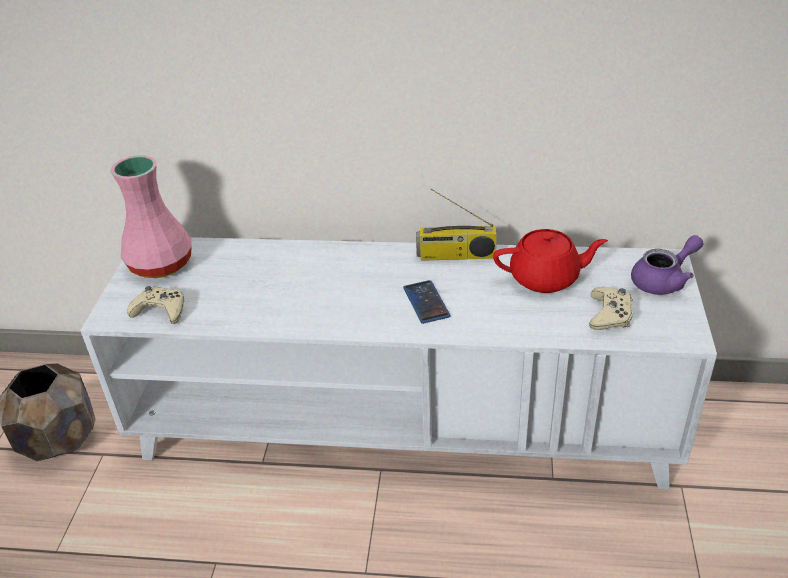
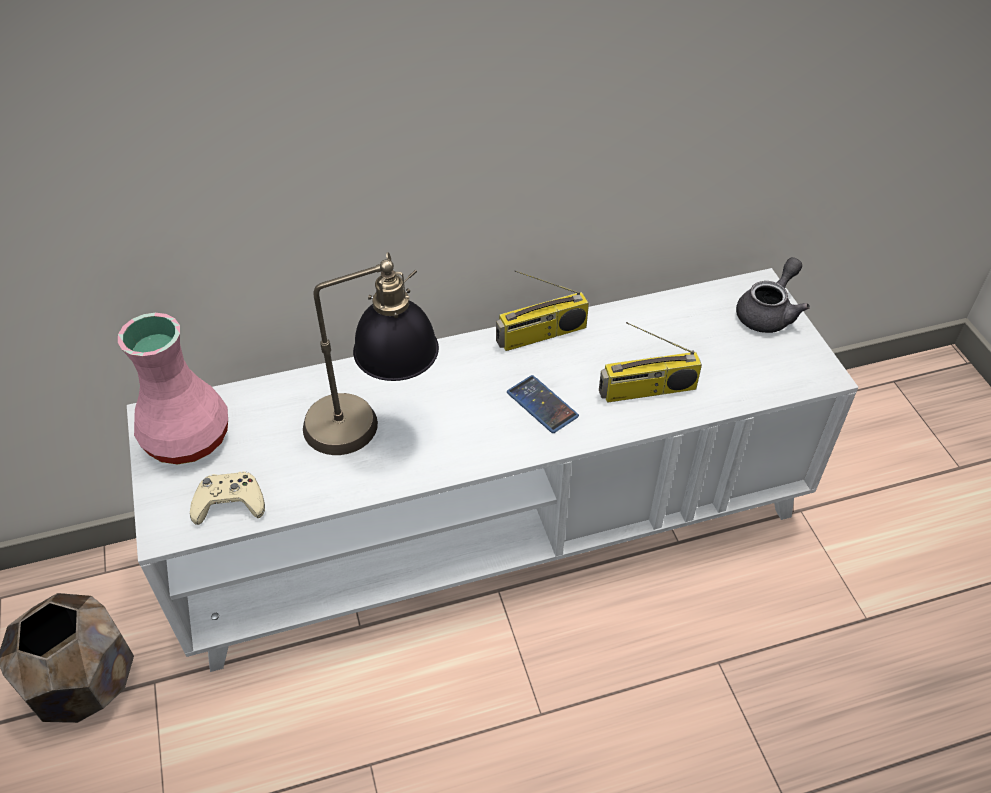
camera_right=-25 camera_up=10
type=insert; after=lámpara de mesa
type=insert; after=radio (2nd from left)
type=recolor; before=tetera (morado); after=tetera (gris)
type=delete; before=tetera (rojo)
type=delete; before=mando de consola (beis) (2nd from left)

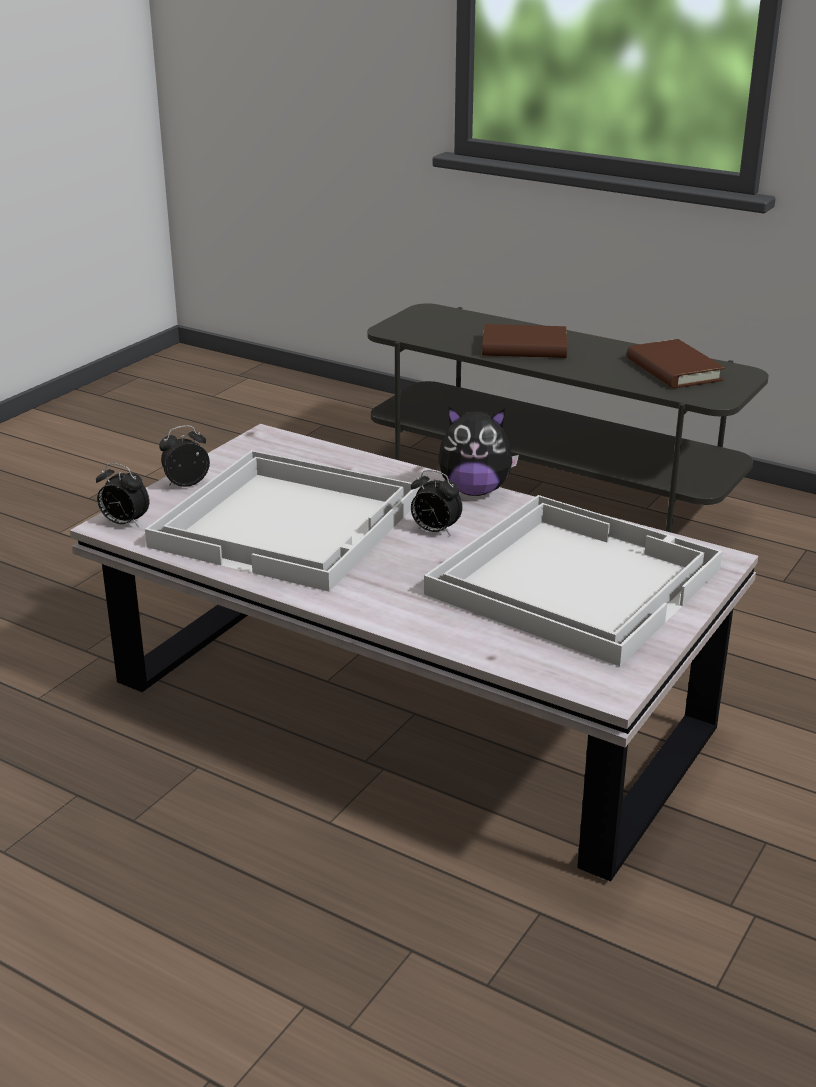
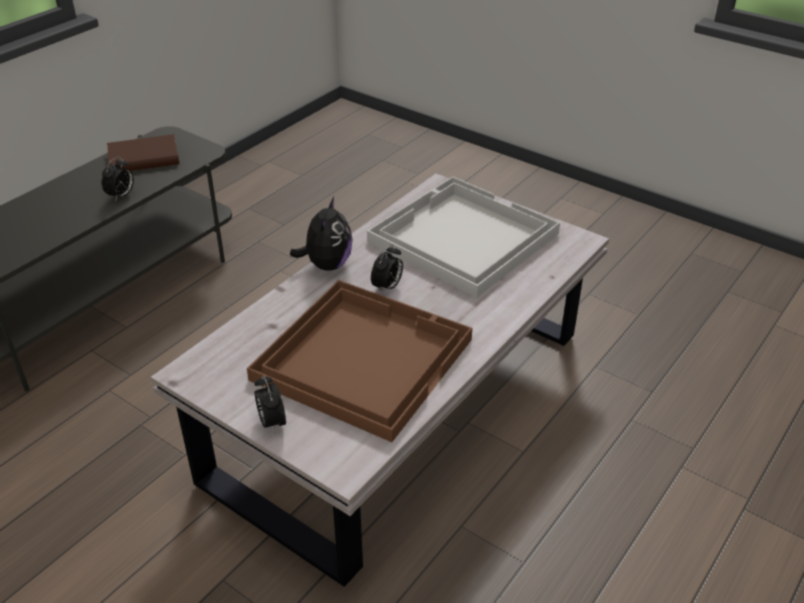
camera_right=-85 camera_up=10
type=move; before=despertador (1st from left)
type=recolor; before=bandeja (blanco) (1st from left); after=bandeja (marrón)
type=delete; before=libro (marrón) (1st from left)

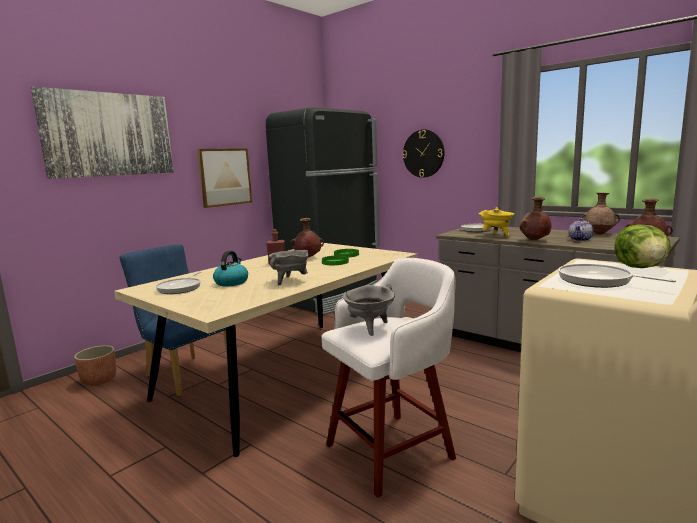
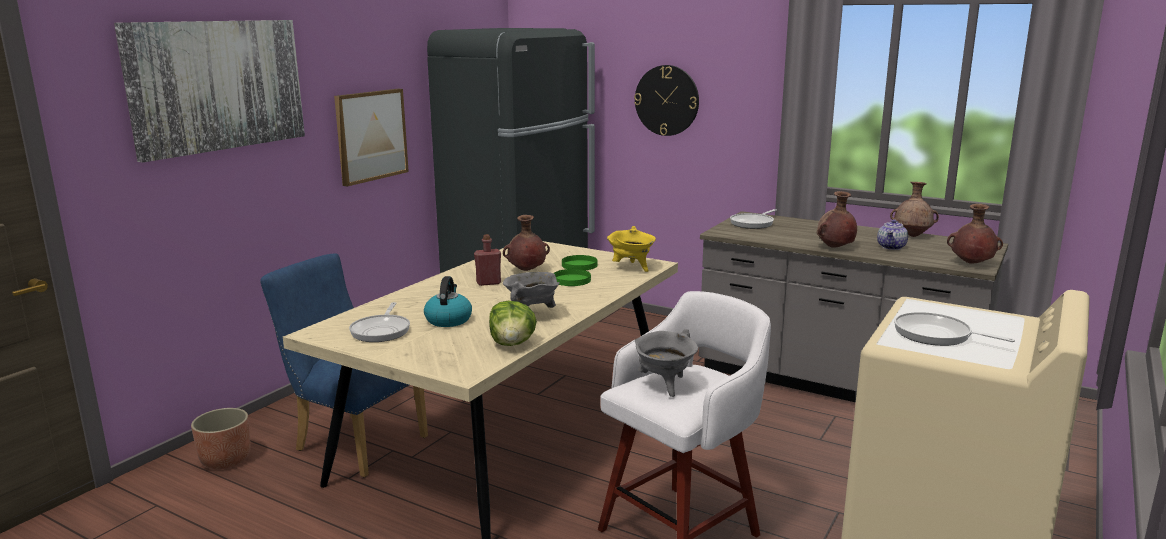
camera_right=-10 camera_up=5
type=move; before=lechuga
type=move; before=olla (amarillo)

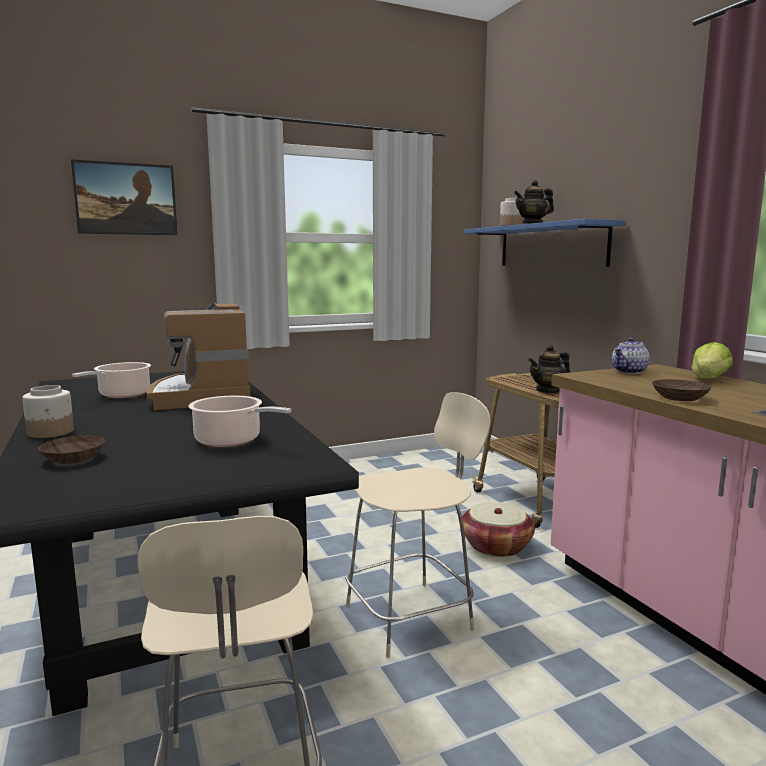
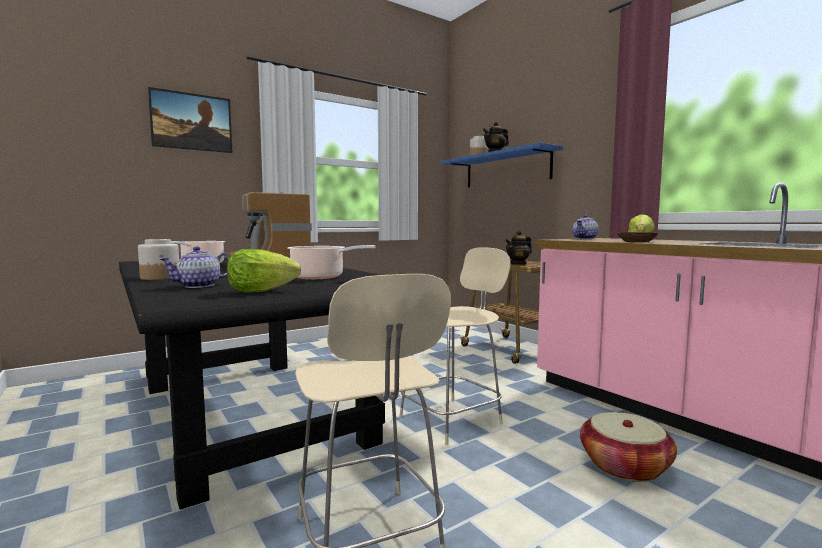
camera_right=-10 camera_up=-5
type=replace; before=cuenco (marrón) (1st from left); after=tetera (1st from left)
type=insert; after=lechuga (1st from left)
type=move; before=cesta

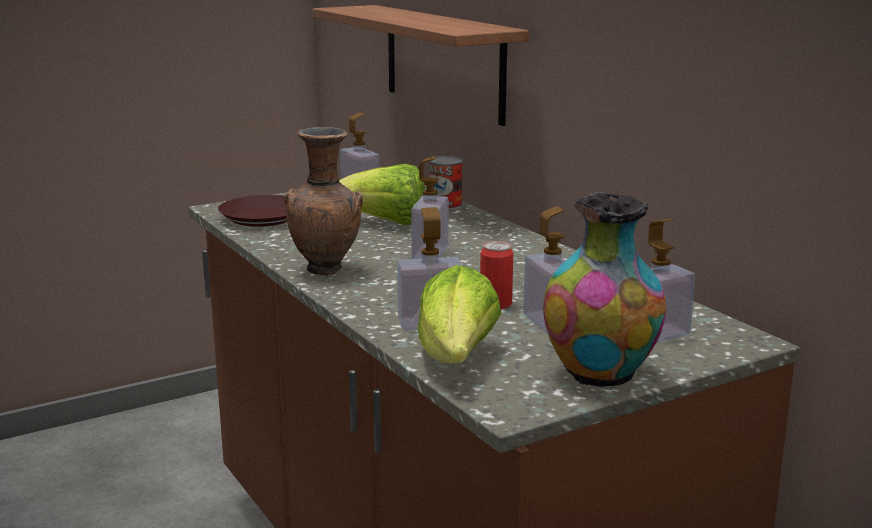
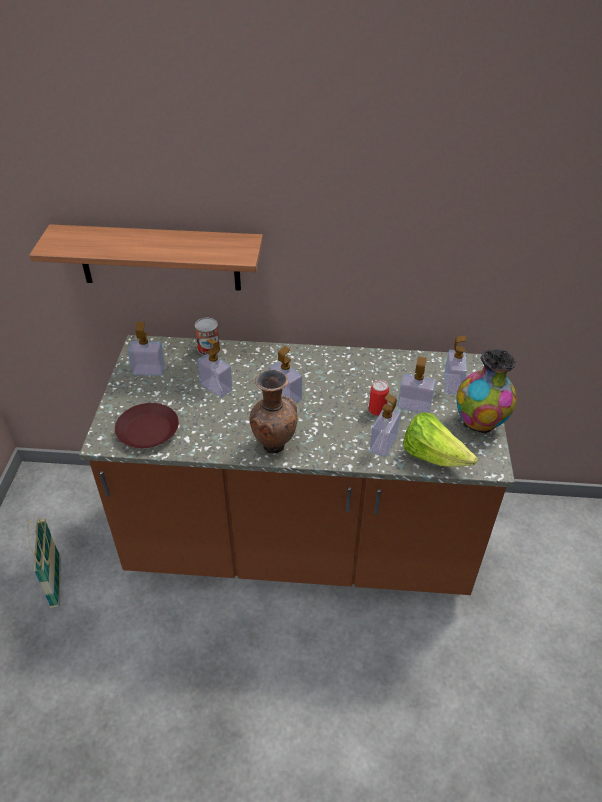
camera_right=-55 camera_up=25
type=insert; after=cesta
type=replace; before=lechuga (1st from left); after=dispensador de jabón (2nd from left)

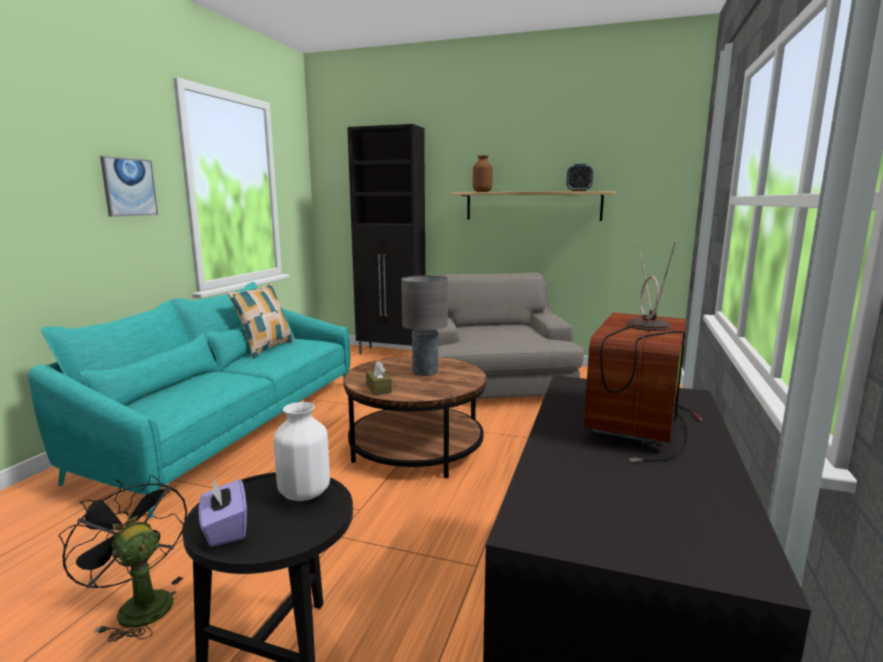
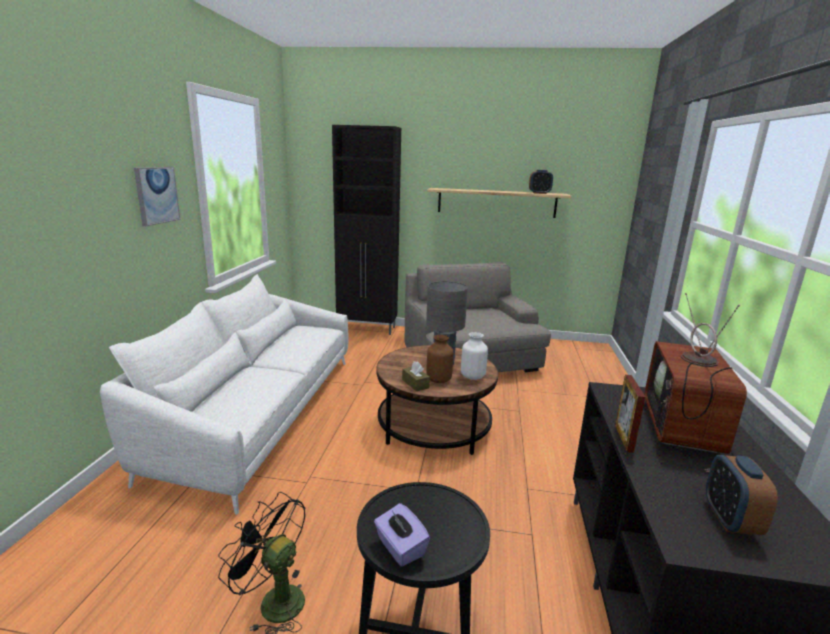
camera_right=-10 camera_up=5
type=recolor; before=sofá (turquesa); after=sofá (blanco)
type=move; before=florero (marrón)
type=move; before=florero (blanco)
type=insert; after=portarretratos
type=insert; after=despertador (2nd from left)
type=delete; before=cojín

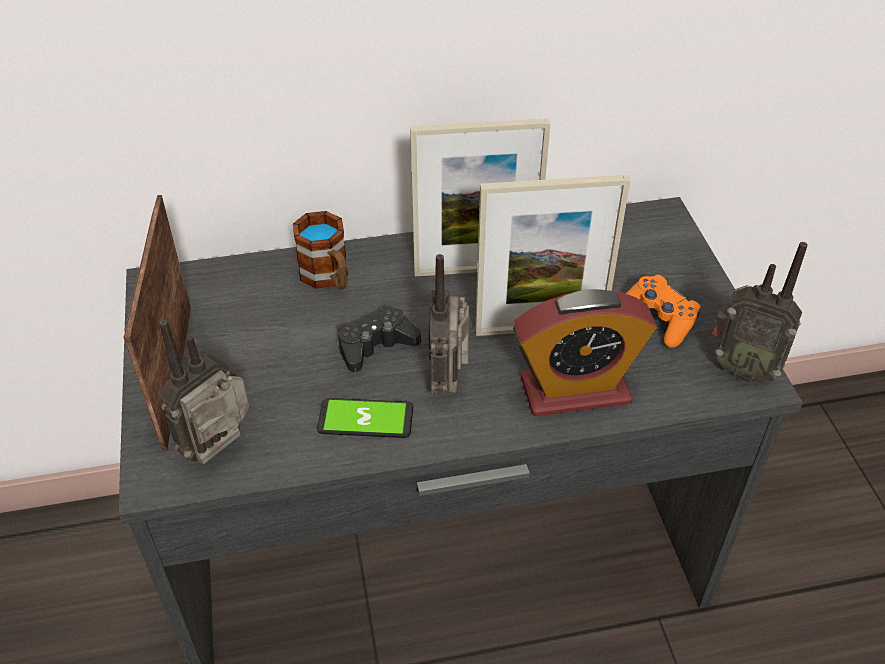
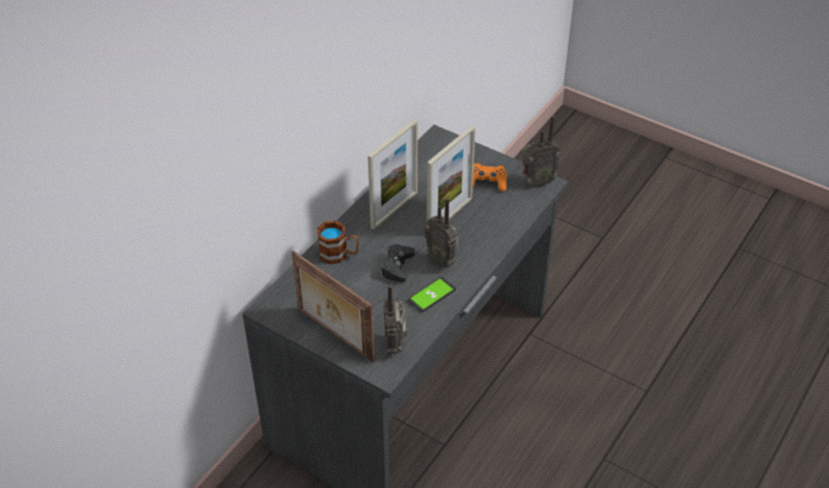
camera_right=-45 camera_up=0
type=delete; before=despertador

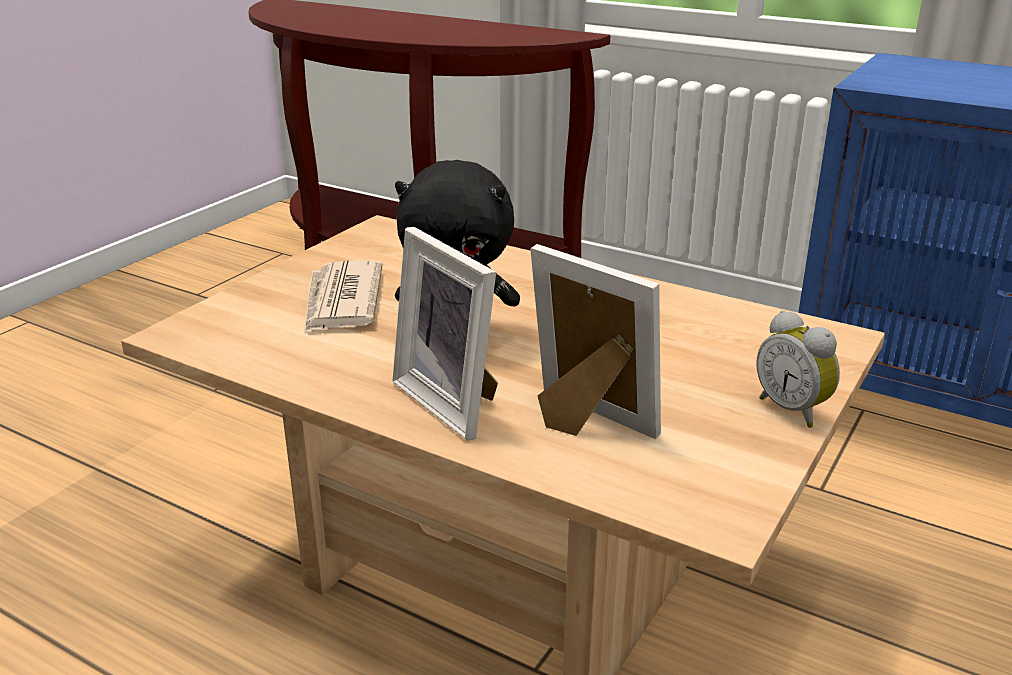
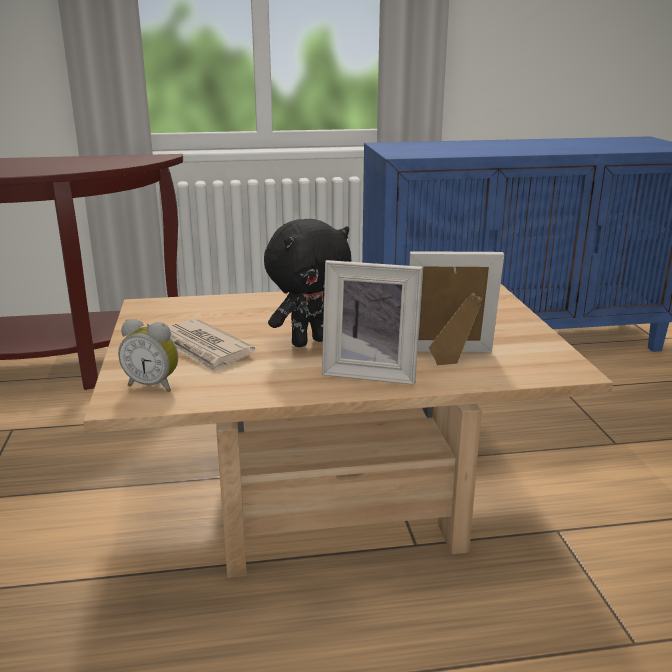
camera_right=-40 camera_up=-5
type=move; before=despertador

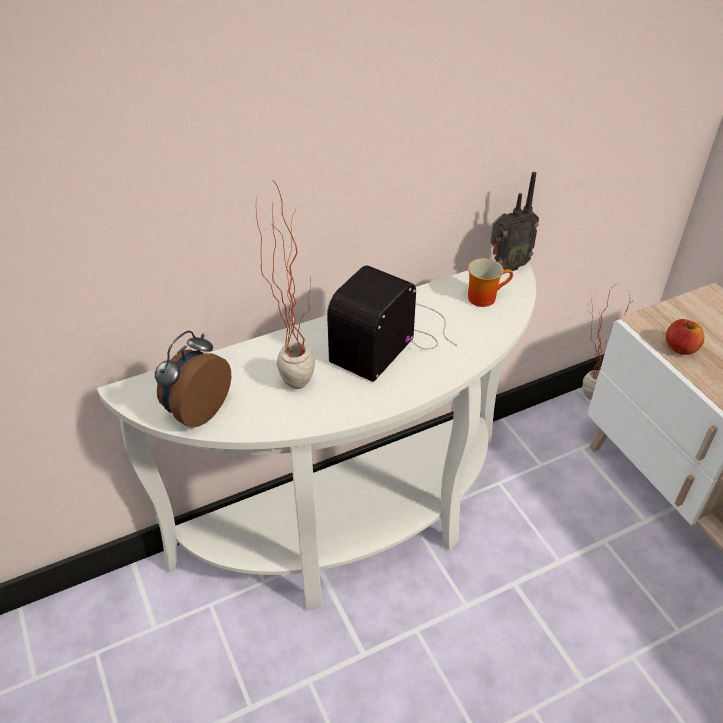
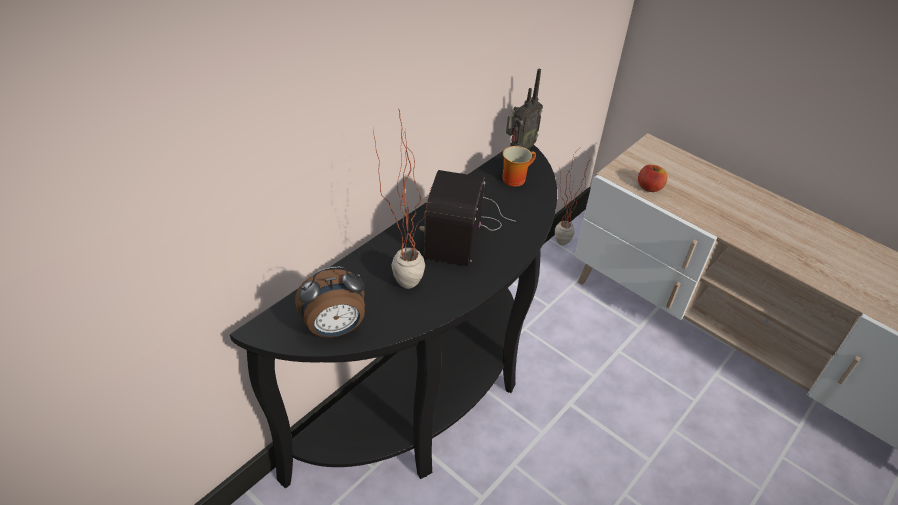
camera_right=-25 camera_up=0
type=recolor; before=mesa consola (blanco); after=mesa consola (negro)
type=rotate; before=despertador; turn=-120

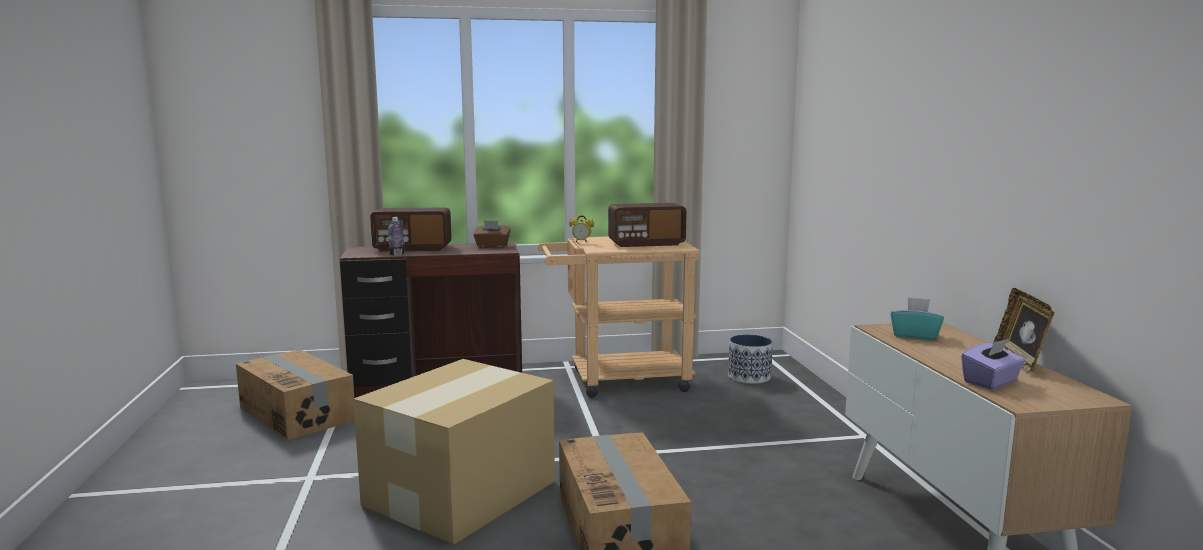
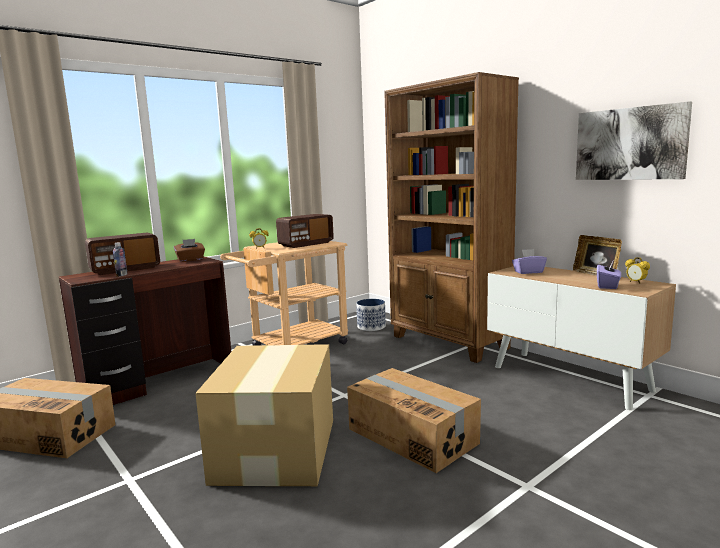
camera_right=-30 camera_up=0
type=insert; after=estantería (marrón)
type=recolor; before=caja de pañuelos (turquesa); after=caja de pañuelos (morado) (1st from left)
type=insert; after=cuadro
type=insert; after=despertador (2nd from left)

